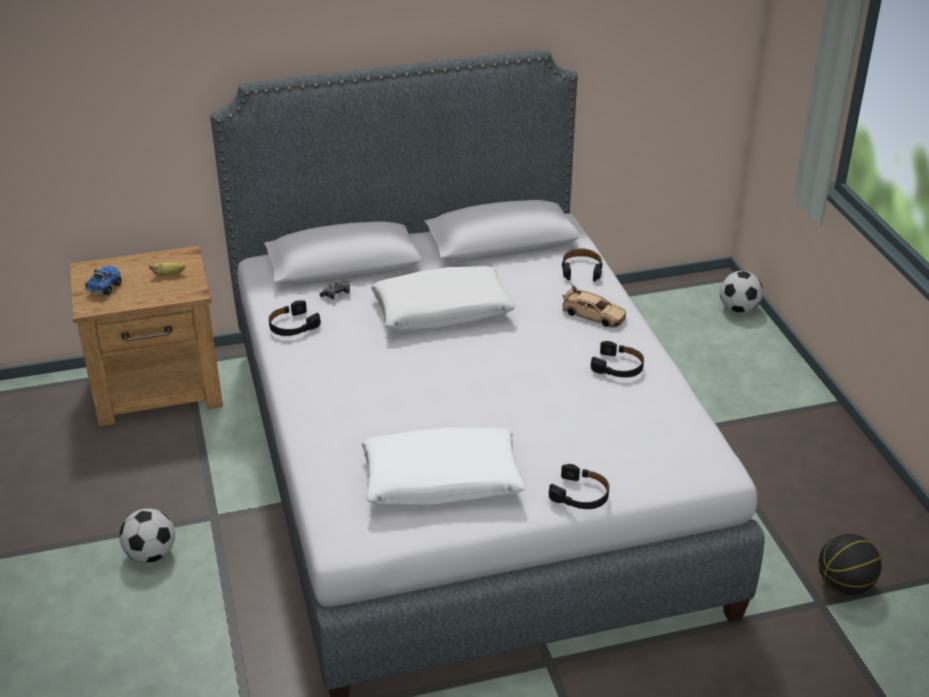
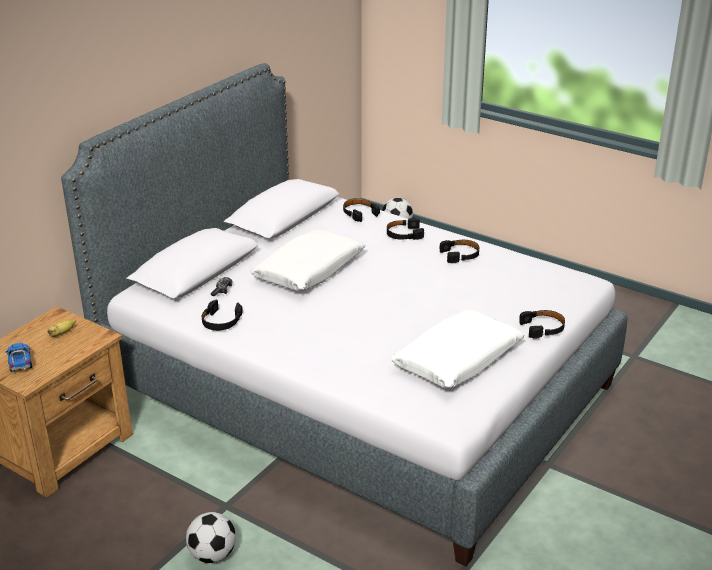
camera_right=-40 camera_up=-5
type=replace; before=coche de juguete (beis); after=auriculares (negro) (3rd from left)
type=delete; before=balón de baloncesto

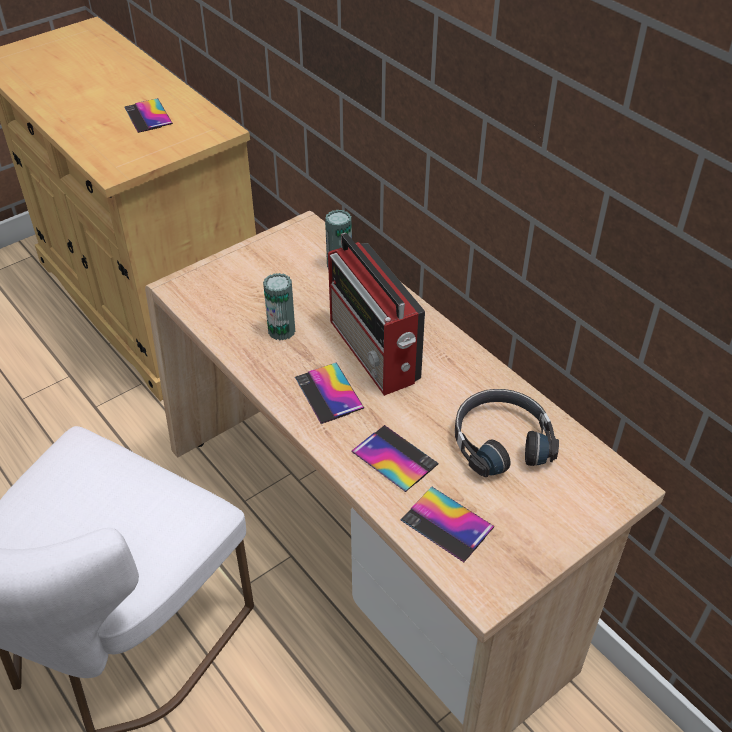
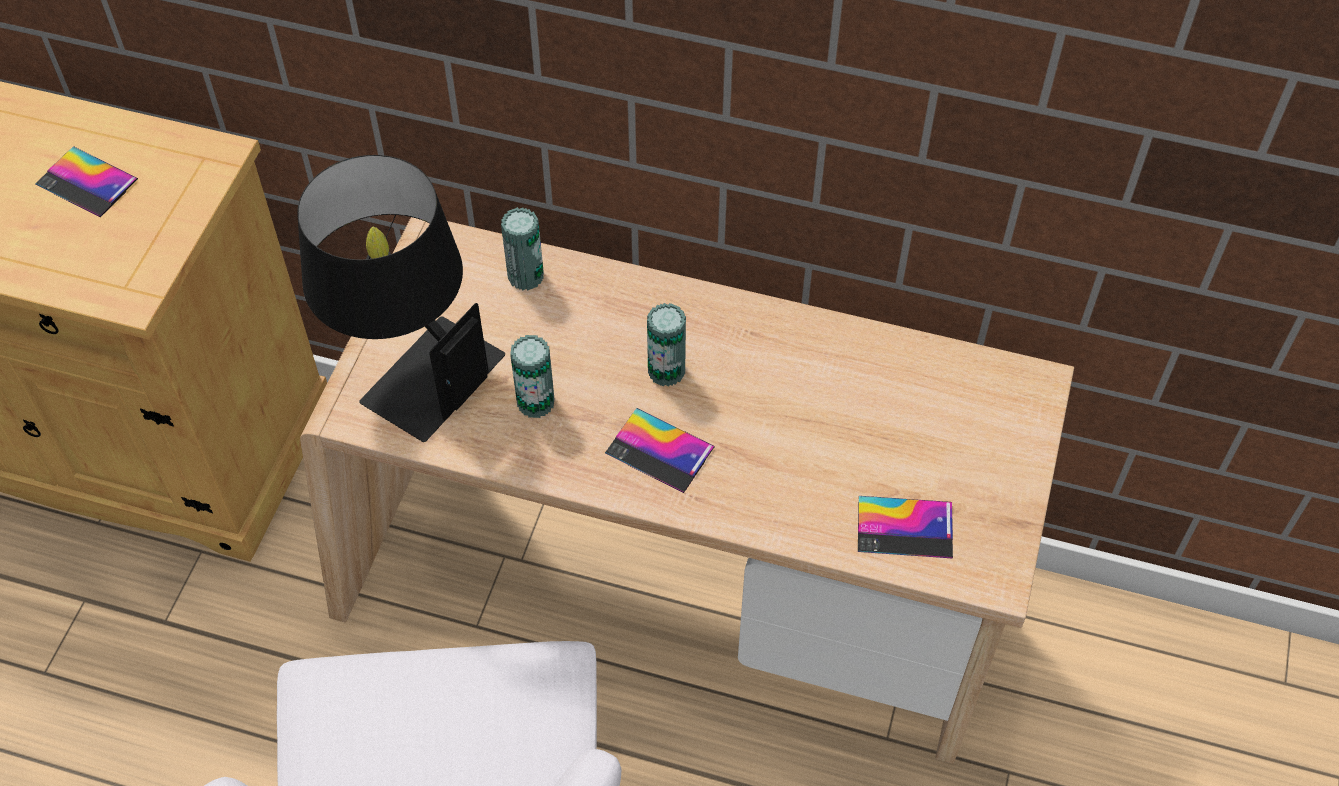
camera_right=-35 camera_up=10
type=insert; after=lámpara de mesa (negro)
type=replace; before=radio; after=lata (3rd from left)
type=delete; before=móvil (3rd from left)
type=delete; before=auriculares (negro)

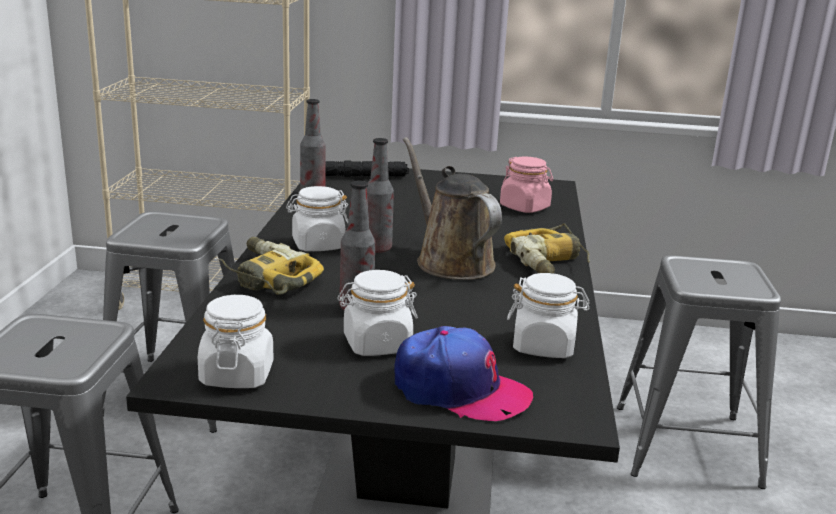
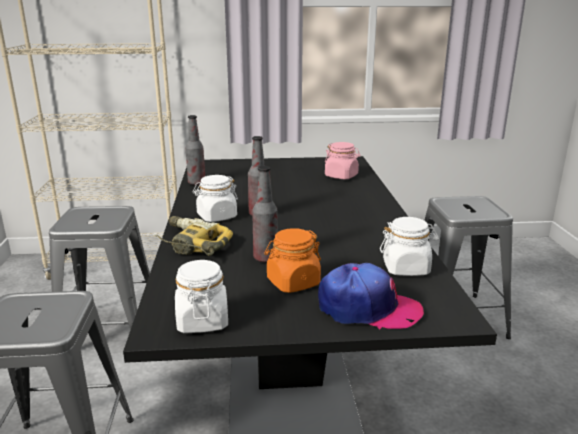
camera_right=-10 camera_up=0
type=recolor; before=tarro (blanco) (3rd from left); after=tarro (naranja)
type=delete; before=linterna (negro)
type=delete; before=regadera (marrón)
type=delete; before=taladro (2nd from left)

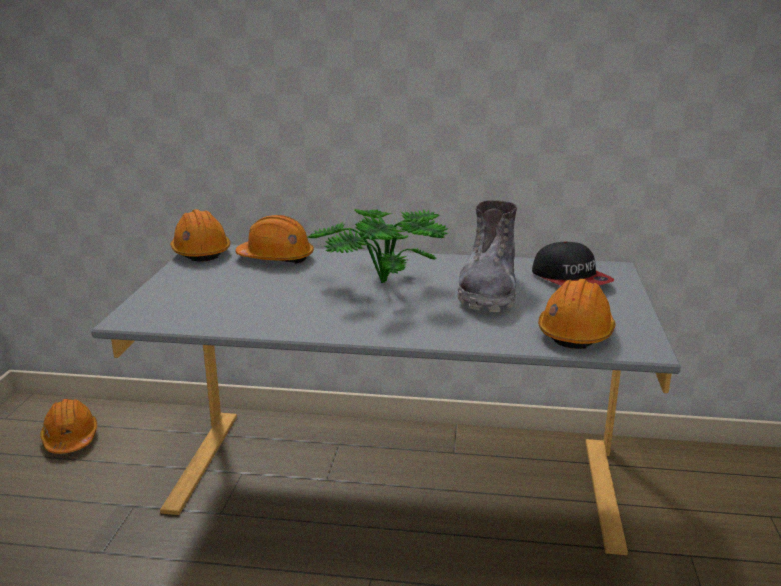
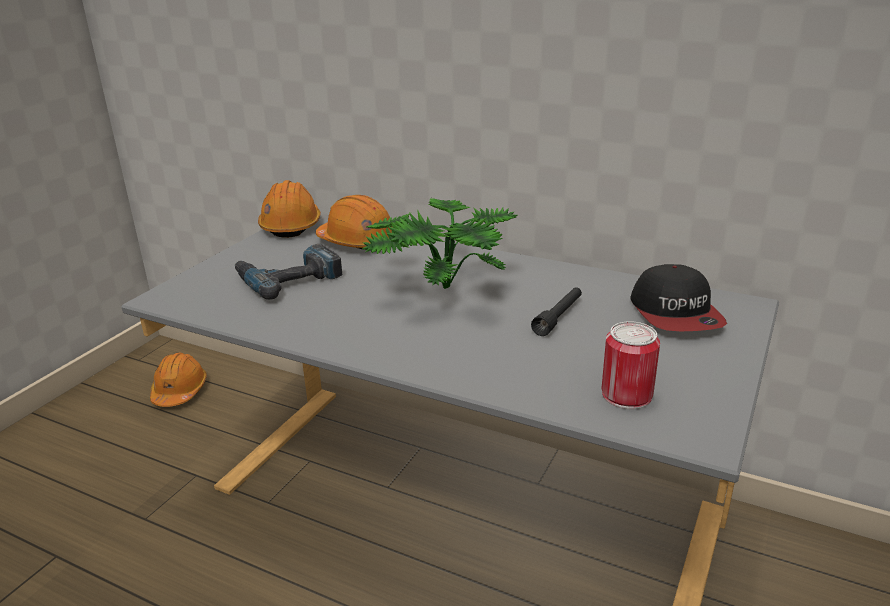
camera_right=20 camera_up=5
type=insert; after=taladro
type=replace; before=bota (gris); after=linterna (negro)
type=replace; before=casco (naranja) (4th from left); after=lata

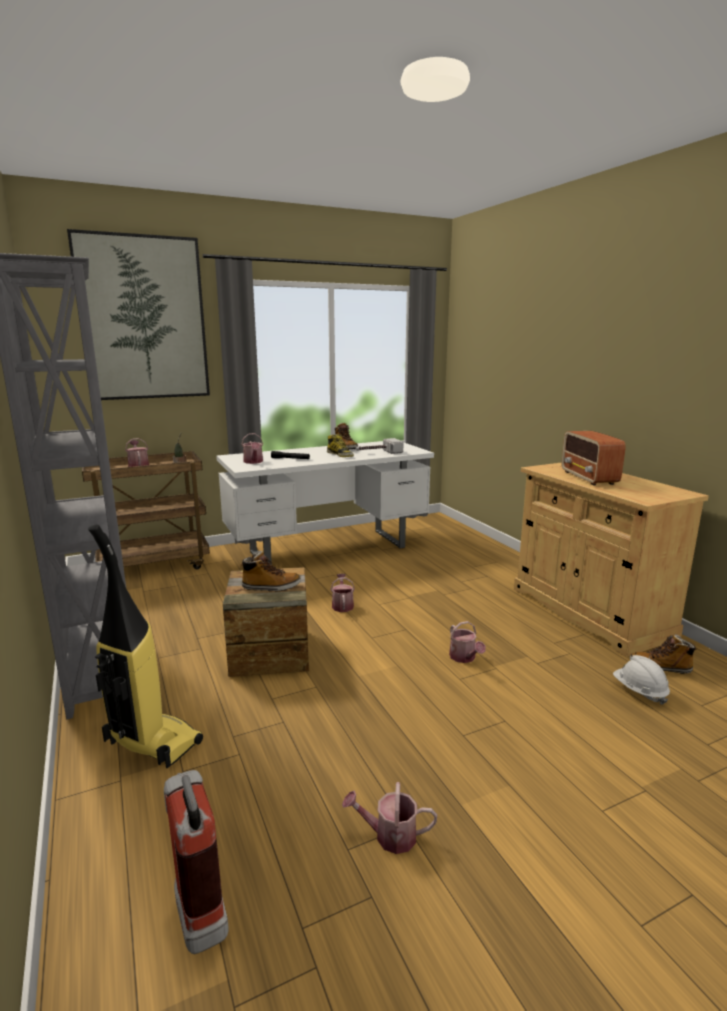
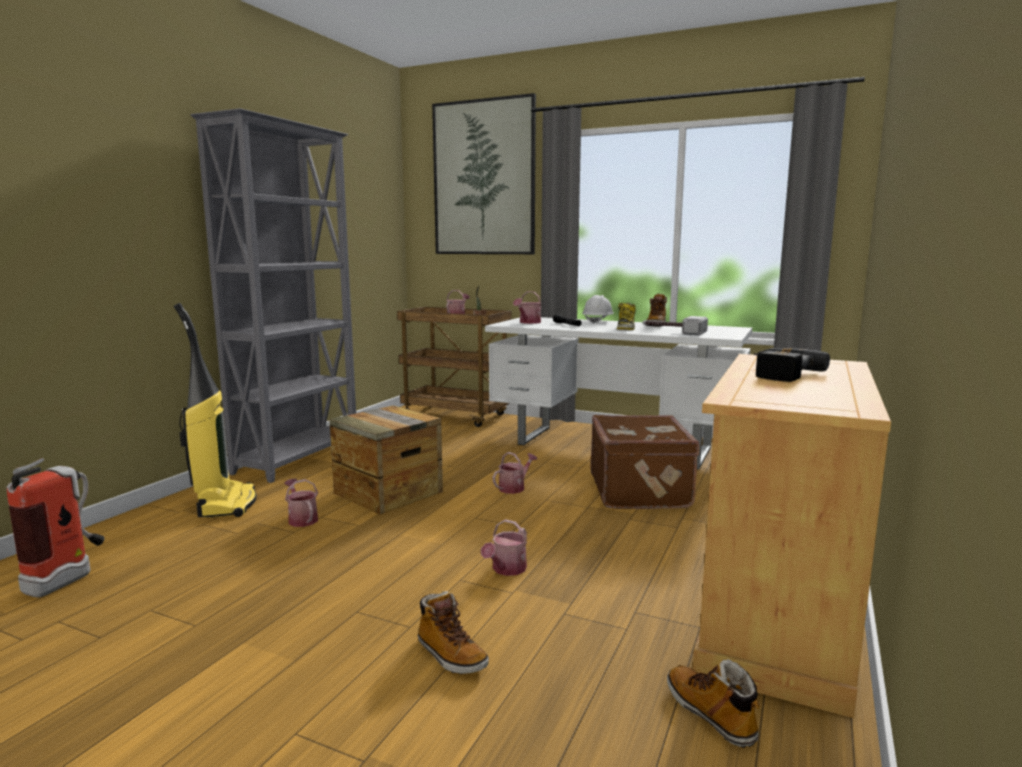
camera_right=50 camera_up=-5
type=move; before=regadera (4th from left in the first image); after=regadera (1st from left)
type=move; before=bota (1st from left)
type=move; before=casco (blanco)
type=insert; after=maleta (marrón)
type=replace; before=radio; after=taladro

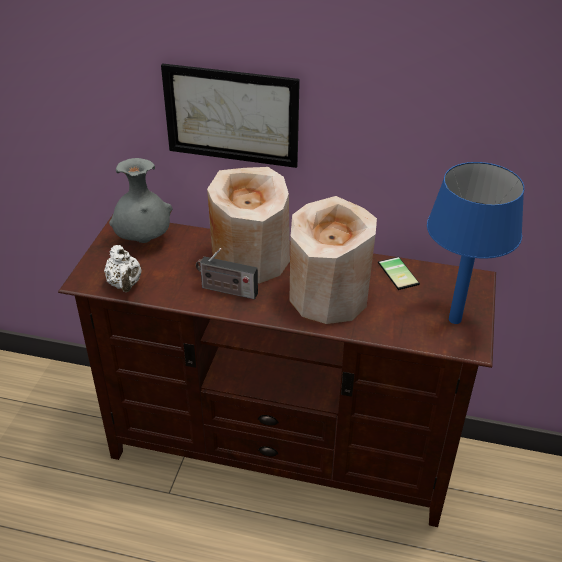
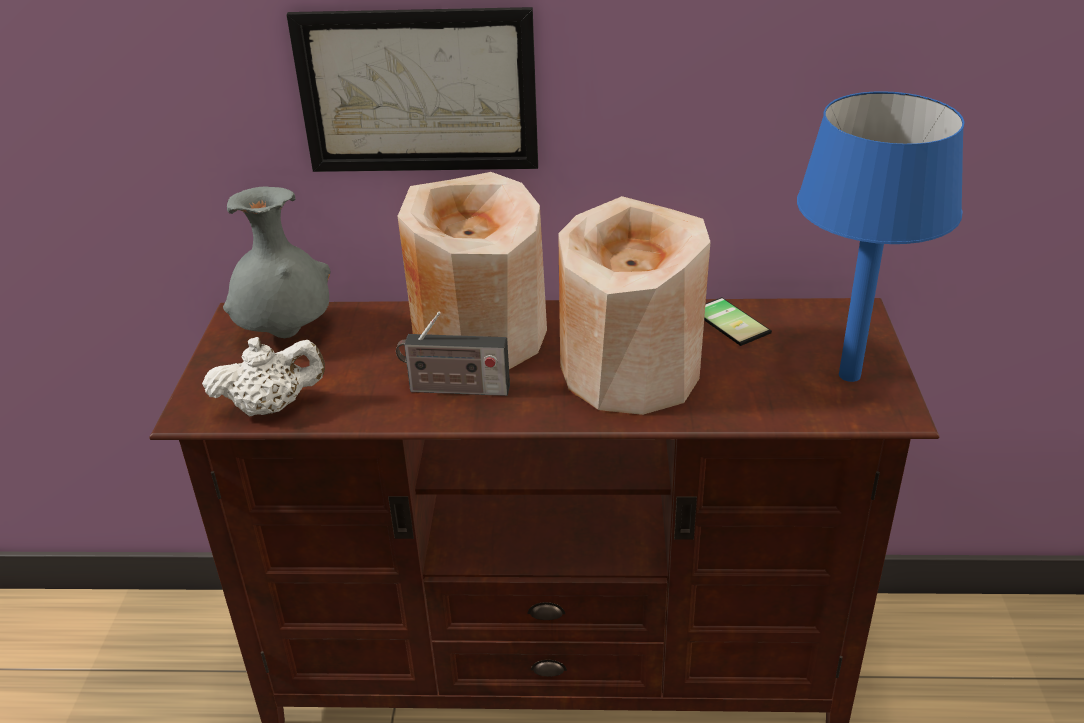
camera_right=-10 camera_up=-5
type=rotate; before=tetera (blanco); turn=-75

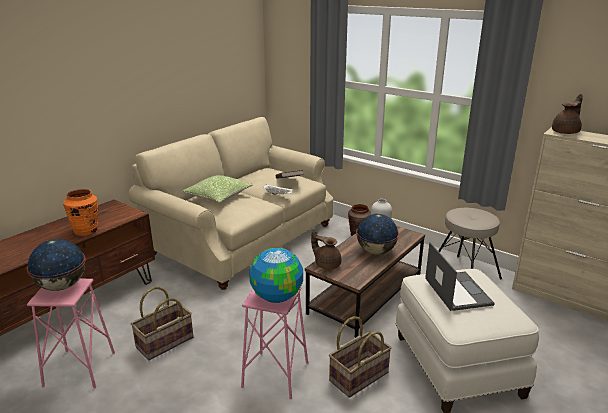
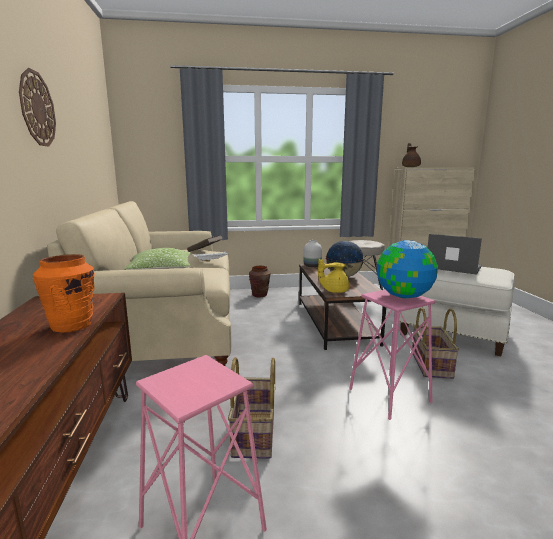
camera_right=-45 camera_up=-10
type=insert; after=reloj de pared
type=recolor; before=tetera (marrón) (1st from left); after=tetera (amarillo)
type=delete; before=globo terráqueo (1st from left)

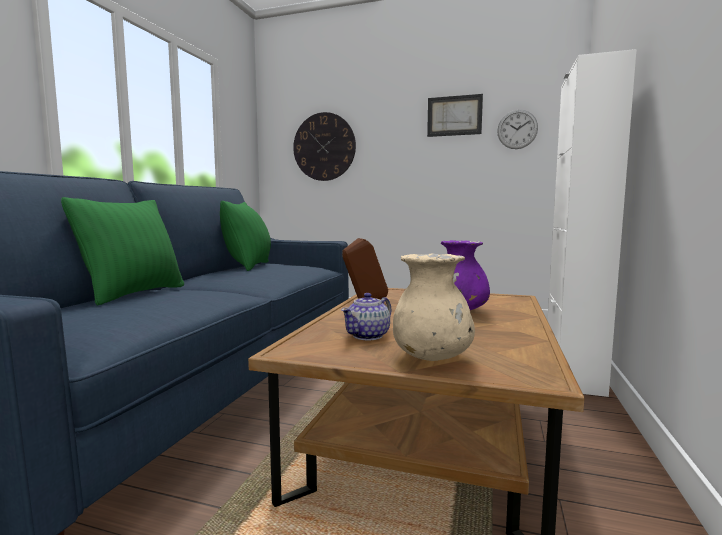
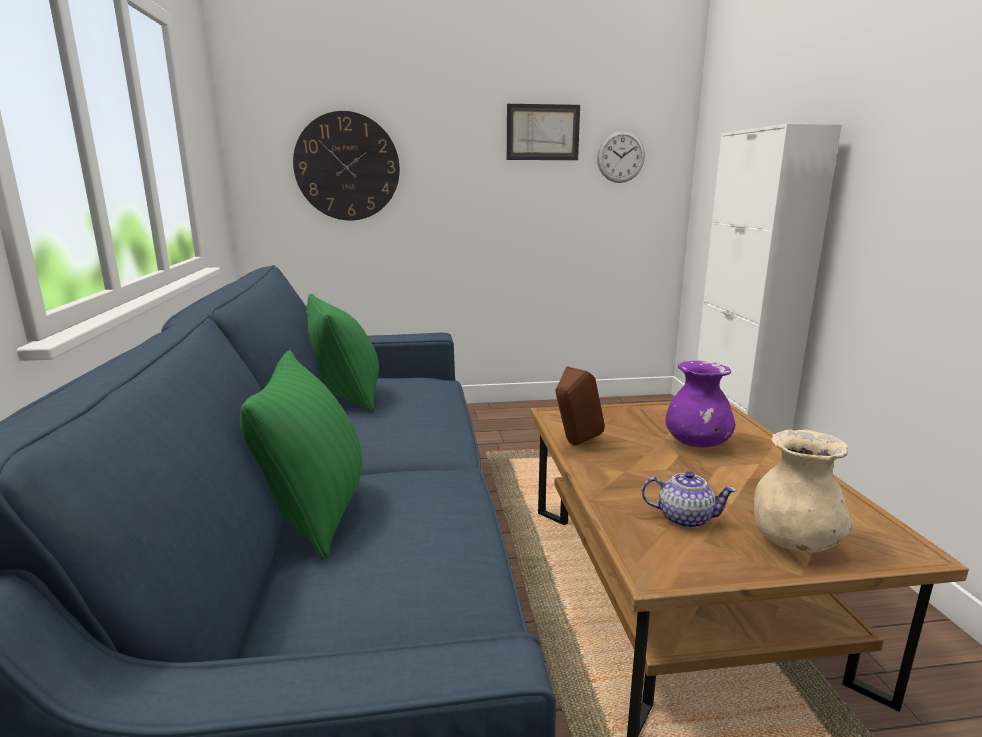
camera_right=-25 camera_up=10
type=rotate; before=tetera; turn=-90

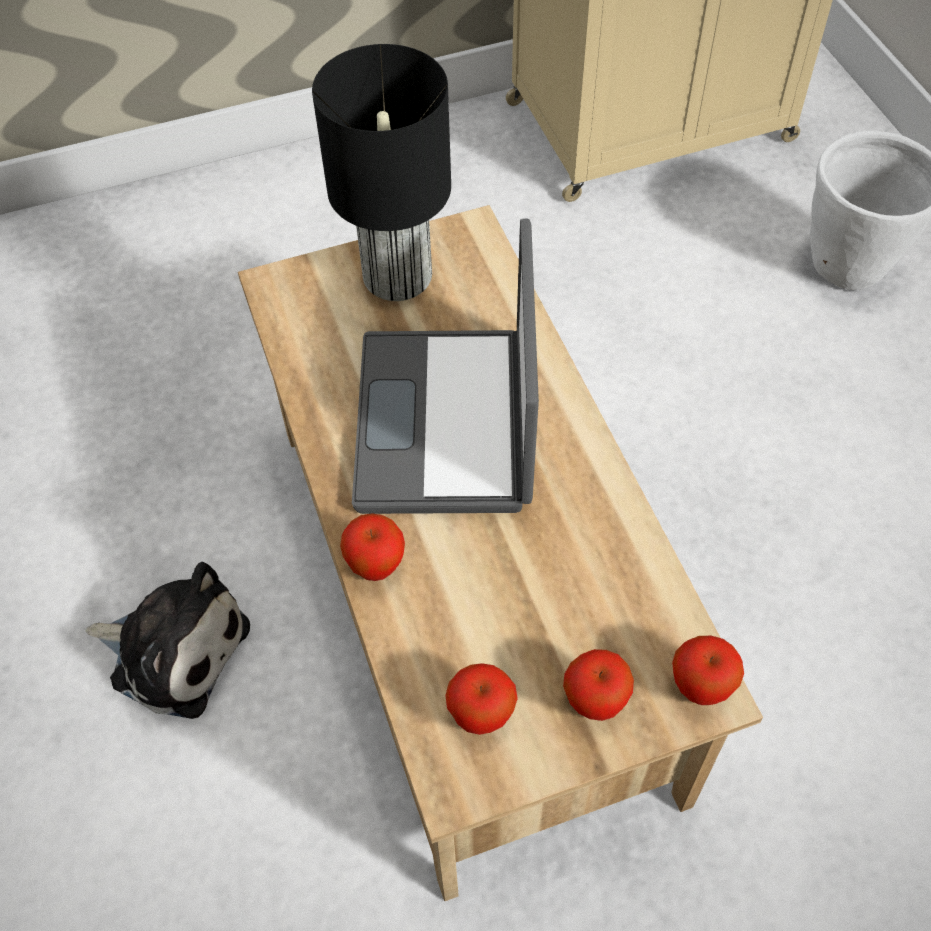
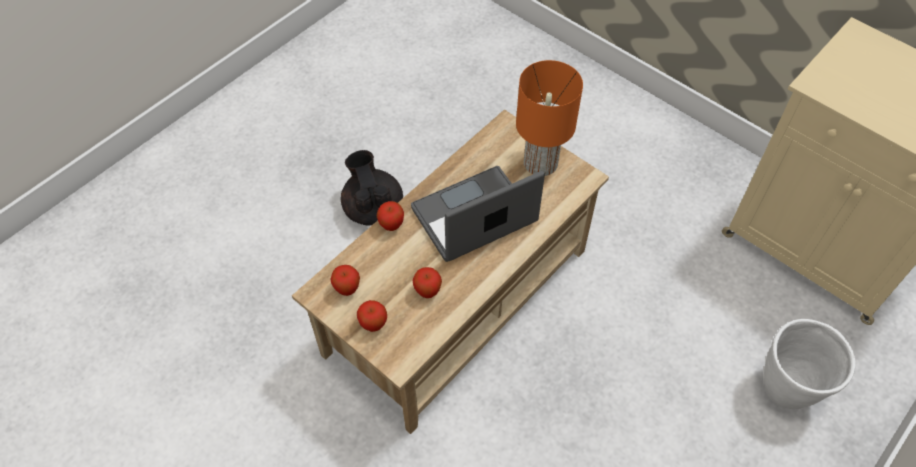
camera_right=60 camera_up=0
type=replace; before=peluche; after=tetera (negro)
type=move; before=manzana (4th from left)
type=recolor; before=lámpara de mesa (negro); after=lámpara de mesa (naranja)

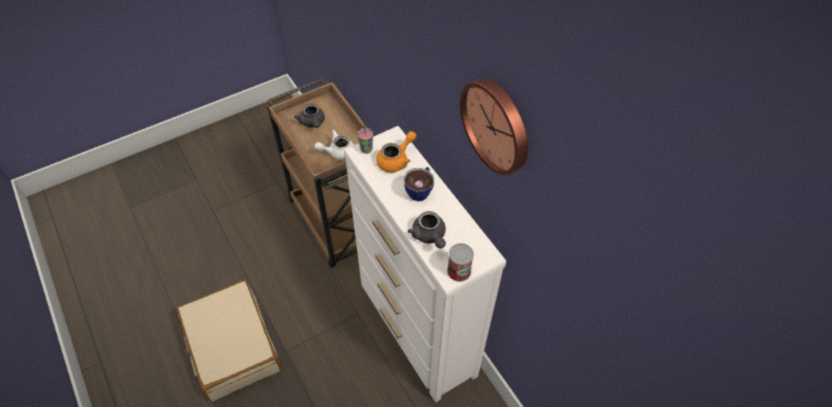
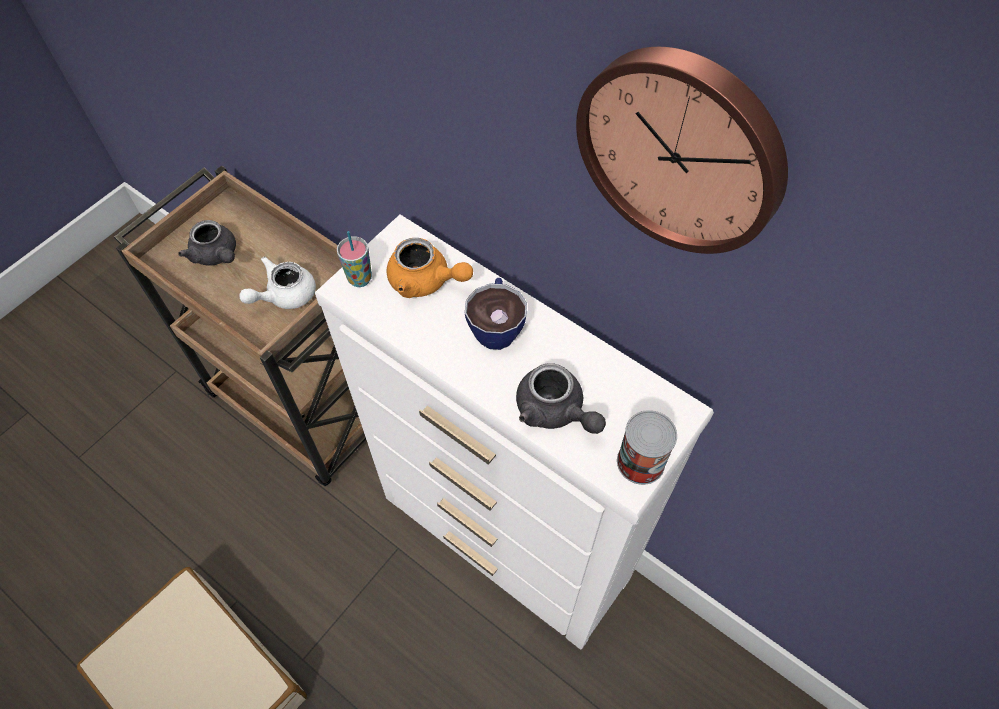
camera_right=-20 camera_up=5
type=rotate; before=tetera (naranja); turn=90

